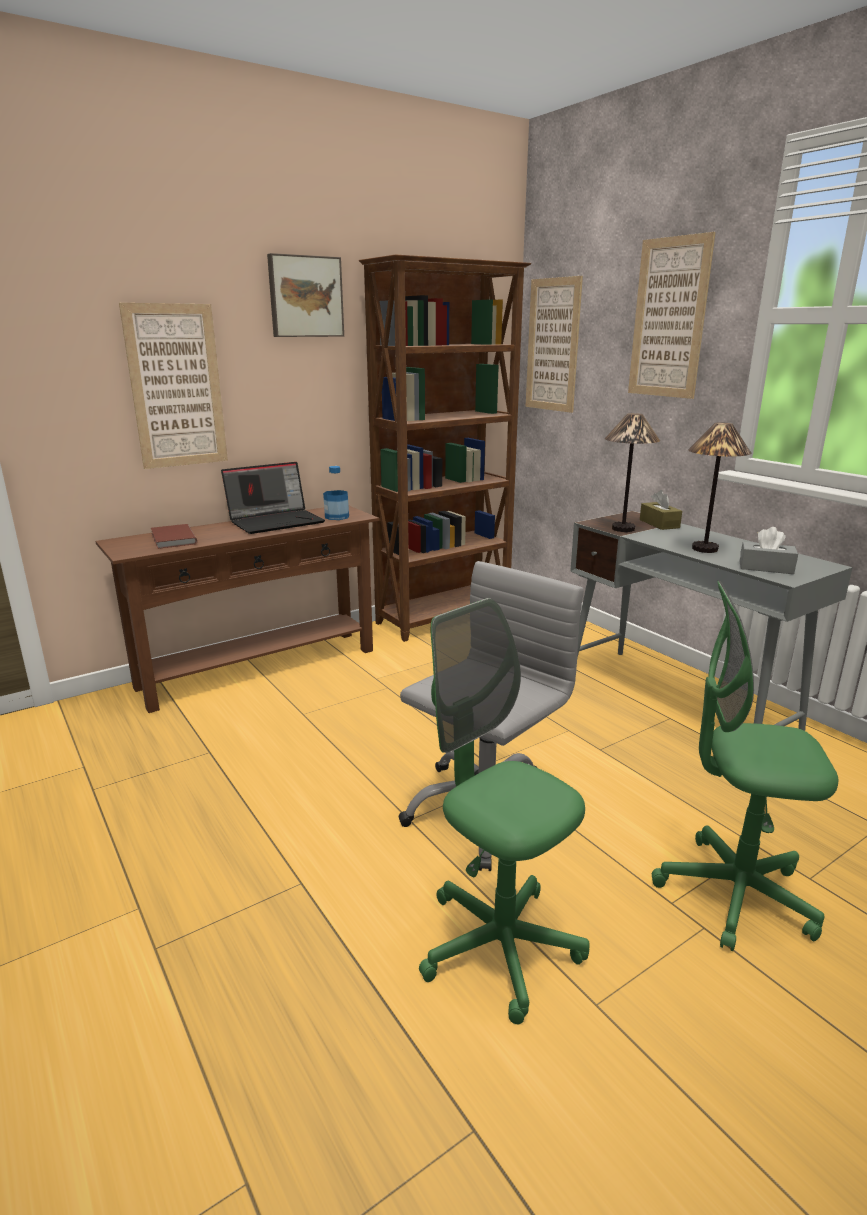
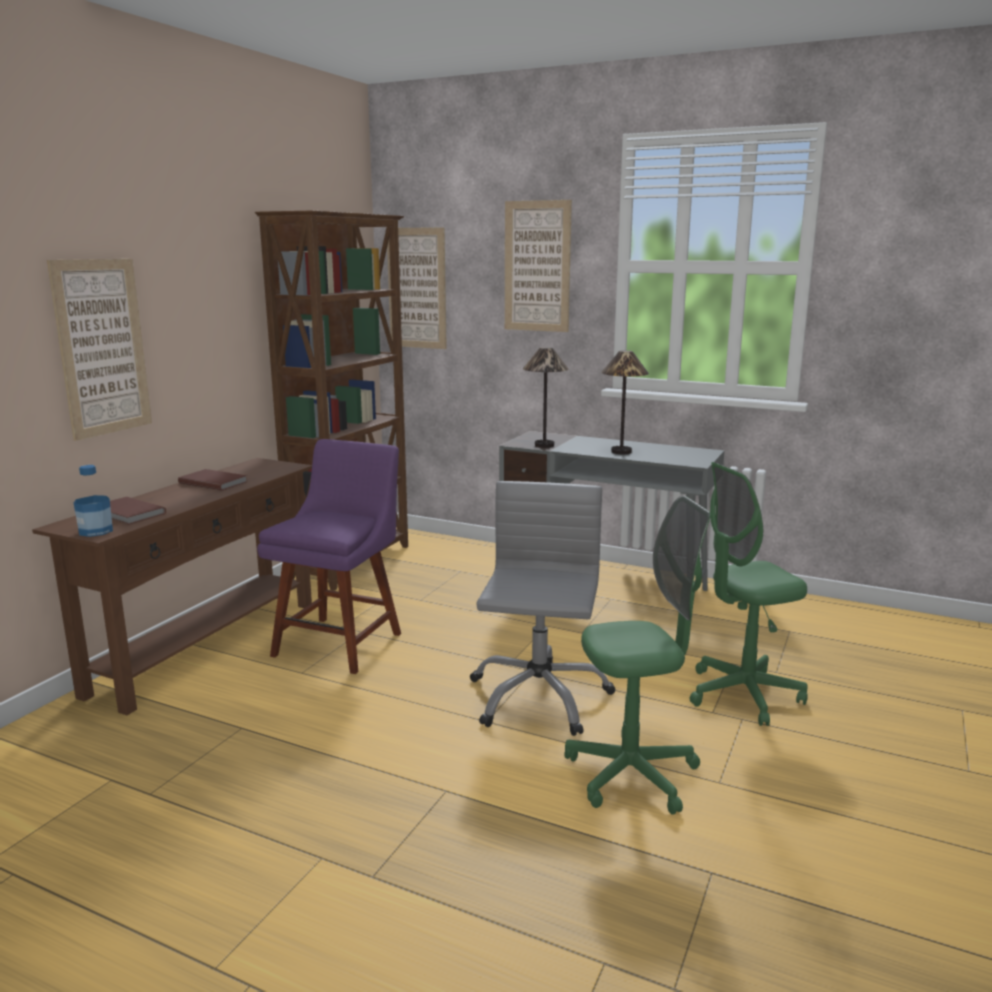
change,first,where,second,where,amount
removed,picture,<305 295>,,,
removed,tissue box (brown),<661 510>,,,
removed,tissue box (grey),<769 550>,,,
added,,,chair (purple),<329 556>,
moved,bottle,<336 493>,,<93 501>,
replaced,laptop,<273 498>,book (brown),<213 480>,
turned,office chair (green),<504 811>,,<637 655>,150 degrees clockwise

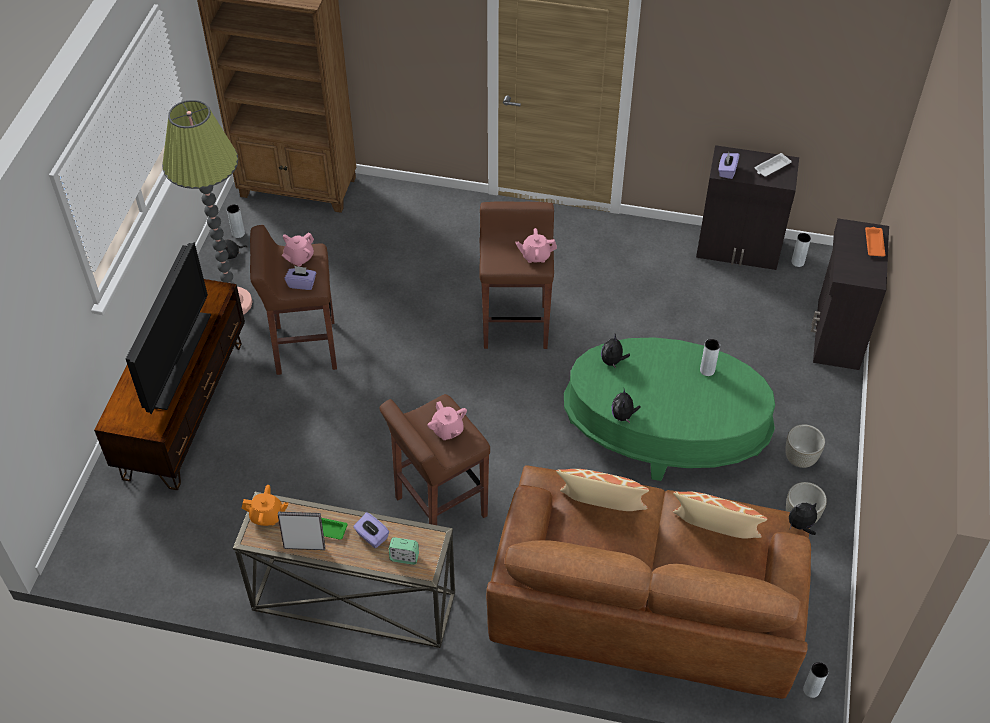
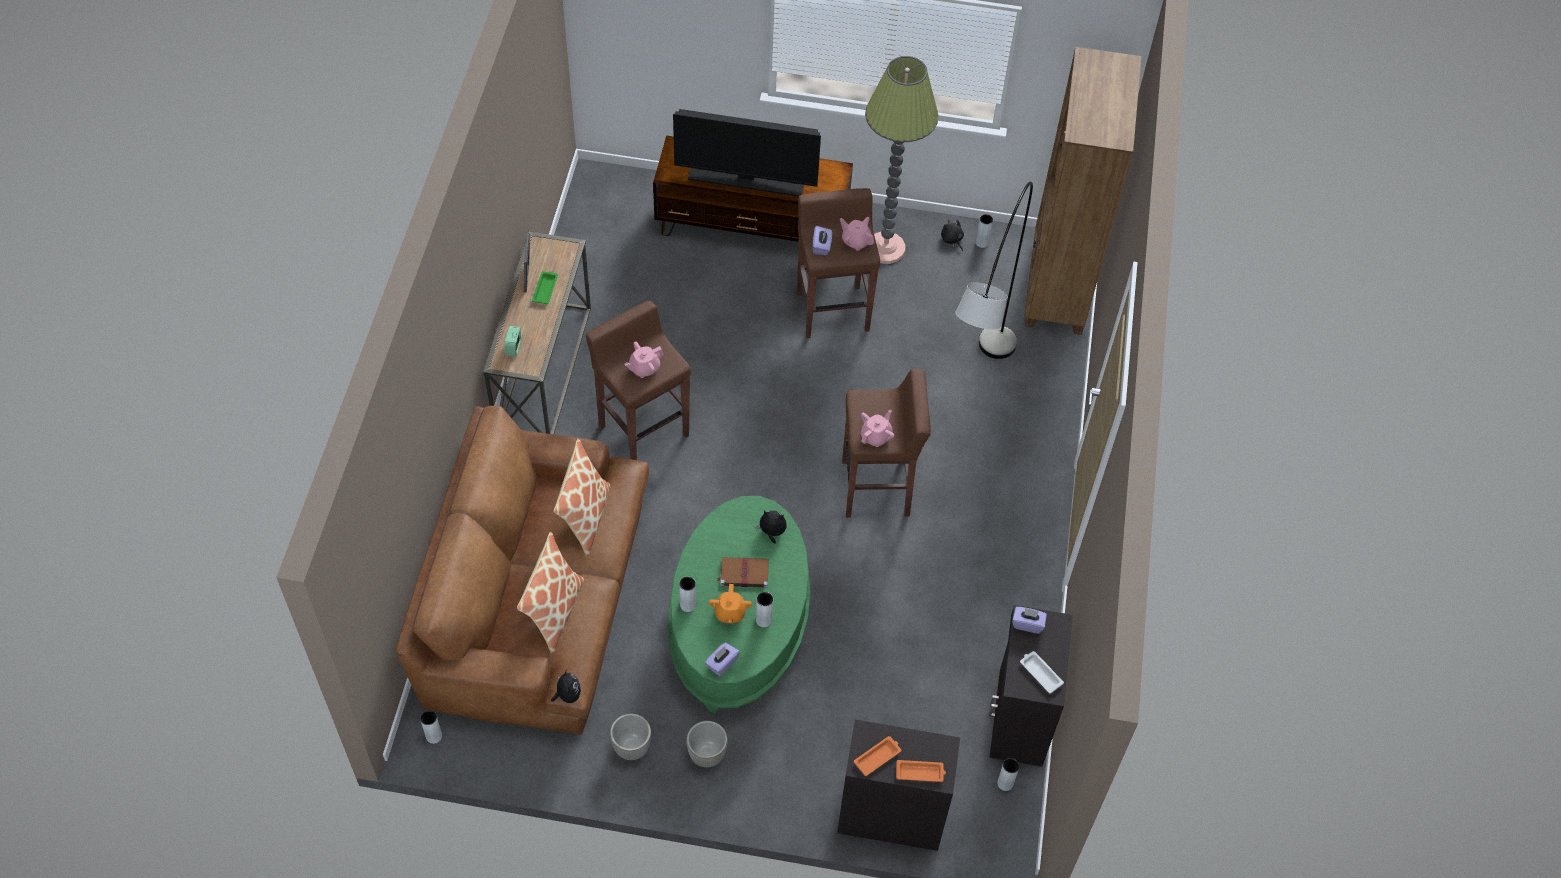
change,first,where,second,where,amount
removed,plush toy,<626 406>,,,
added,,,vase (grey),<687 594>,
added,,,book (brown),<743 572>,
added,,,tray (orange),<877 756>,
added,,,floor lamp (grey),<994 270>,
moved,teapot (orange),<264 505>,,<730 603>,
moved,tissue box (purple),<371 530>,,<722 659>,
turned,teapot (pink),<536 245>,,<877 428>,45 degrees clockwise

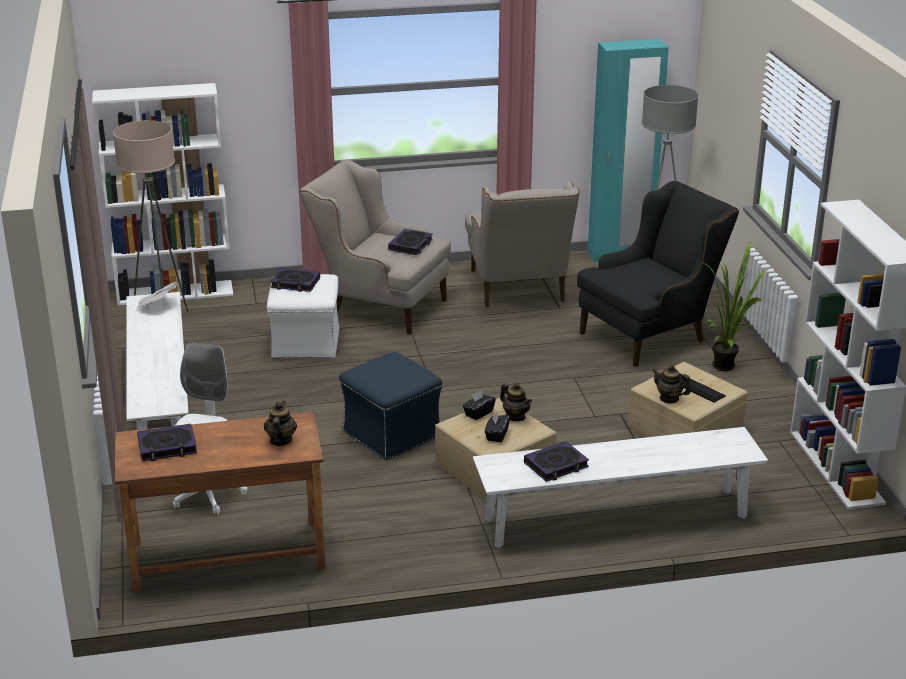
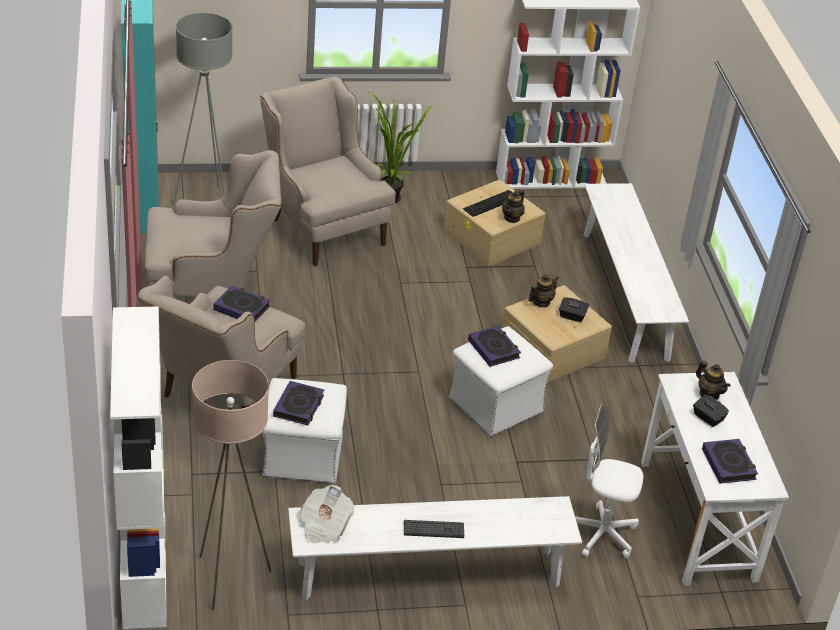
change,first,where,second,where,amount
added,,,keyboard,<434 529>,
moved,tissue box (black),<479 405>,,<711 410>,
moved,book,<556 461>,,<494 346>,
recoloured,desk (brown),<220 502>,desk (white),<715 479>,
recoloured,ottoman (blue),<390 406>,ottoman (white),<501 381>,
recoloured,armchair (black),<658 274>,armchair (beige),<328 172>,
turned,teapot,<280 423>,,<713 380>,135 degrees counterclockwise

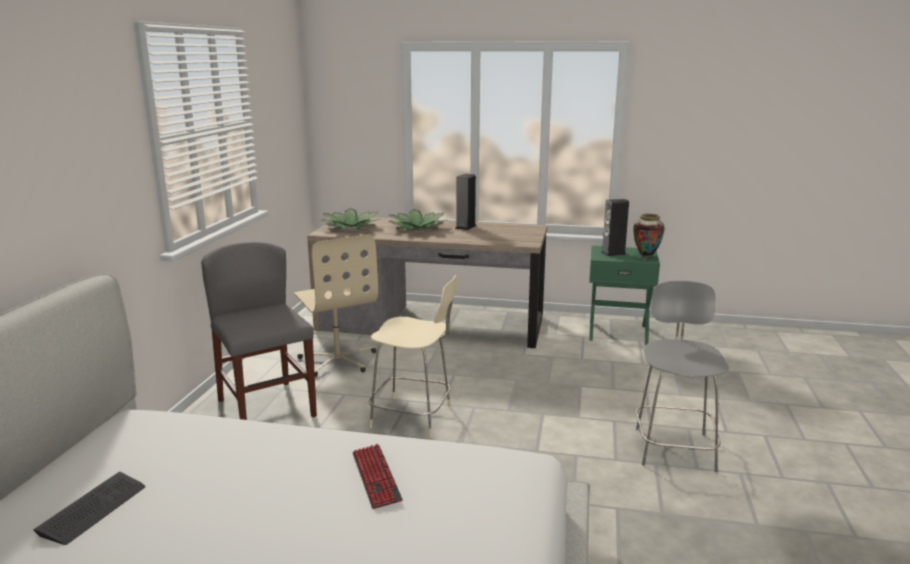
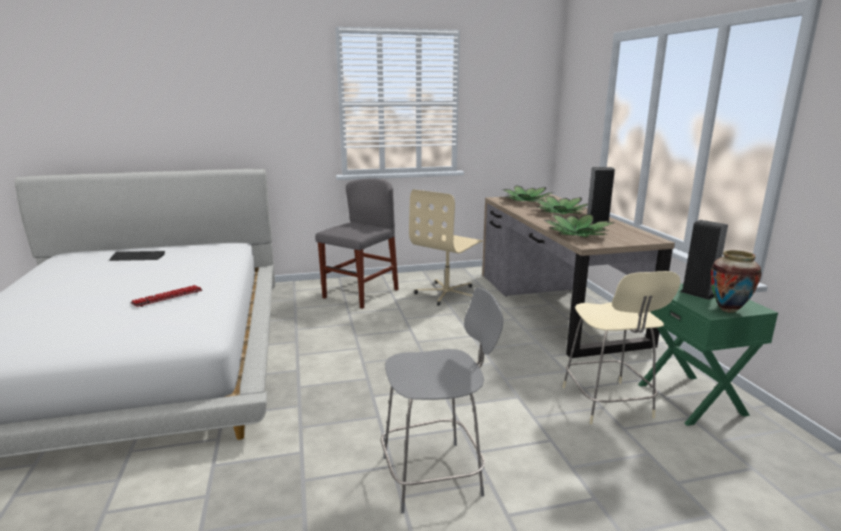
change,first,where,second,where,amount
added,,,potted plant,<579 226>,
moved,chair (beige),<413 356>,,<621 347>,

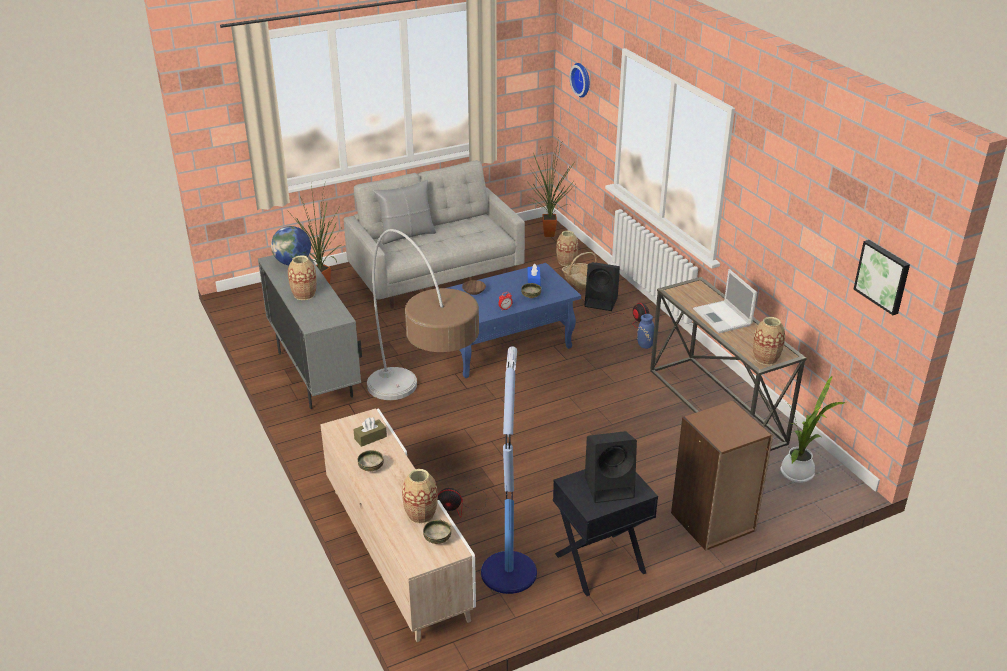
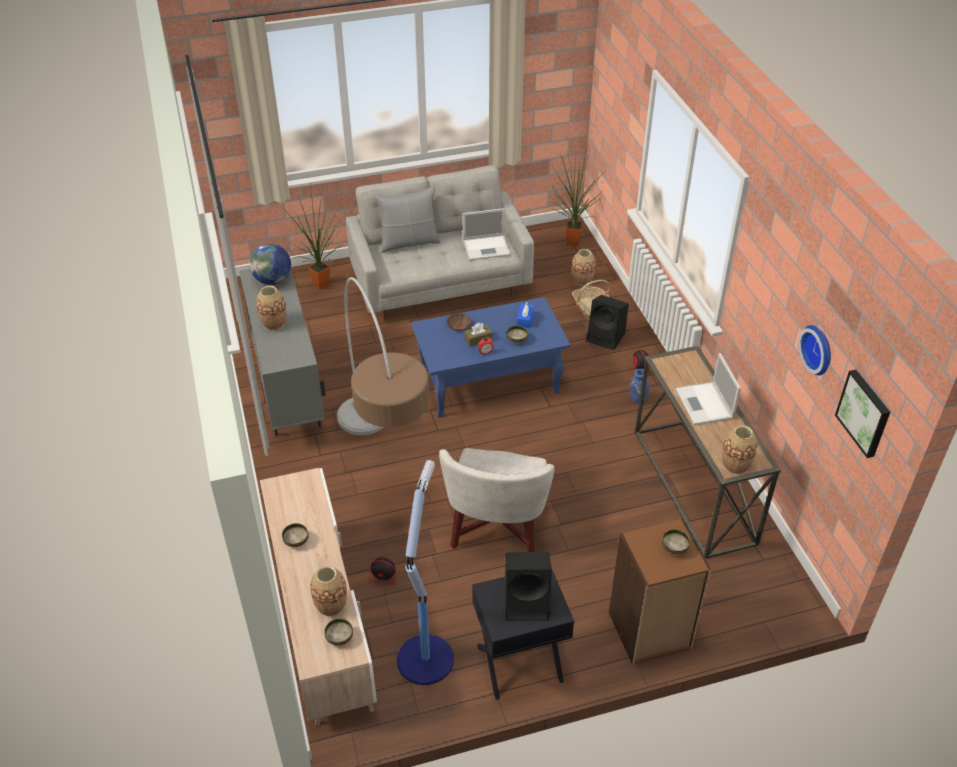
change,first,where,second,where,amount
removed,potted plant,<813 429>,,,
added,,,armchair (white),<497 500>,
added,,,laptop,<487 234>,
added,,,bowl,<676 542>,
moved,tissue box (brown),<370 432>,,<478 335>,
moved,wall clock,<579 80>,,<814 350>,

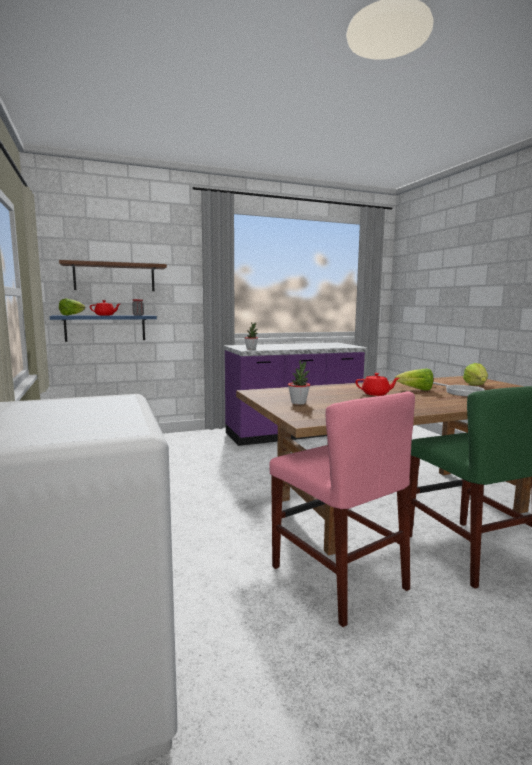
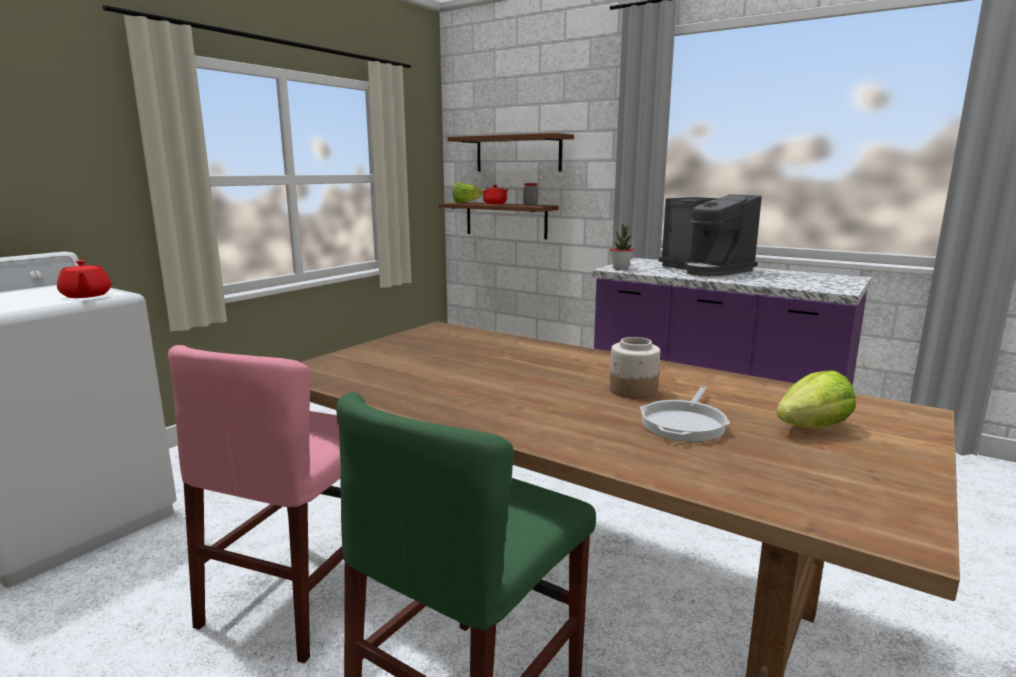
change,first,where,second,where,amount
removed,potted plant,<299 382>,,,
added,,,coffee machine,<710 235>,
moved,teapot (red),<377 384>,,<84 279>,
replaced,lettuce,<414 379>,jar,<635 368>,
recoloured,shelf (blue),<103 328>,shelf (brown),<498 220>,

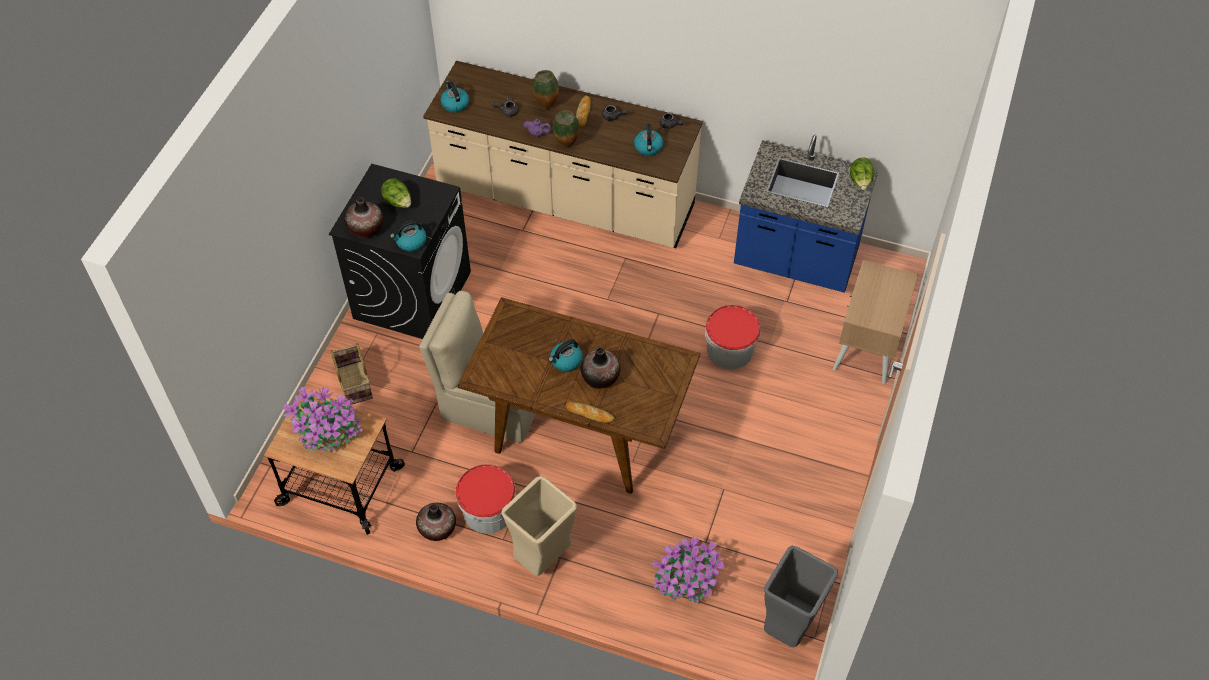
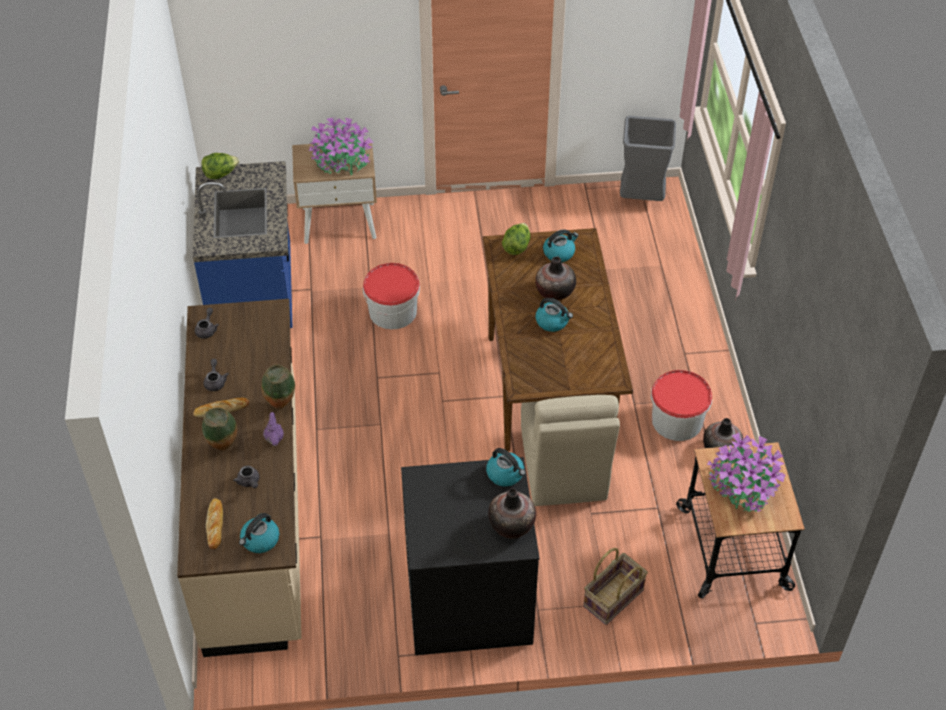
change,first,where,second,where,amount
removed,trash can (beige),<539 526>,,,
moved,lettuce,<396 193>,,<516 239>,
moved,bread,<590 412>,,<214 523>,
moved,kettle,<648 140>,,<561 246>,
moved,potted plant,<688 569>,,<341 145>,

